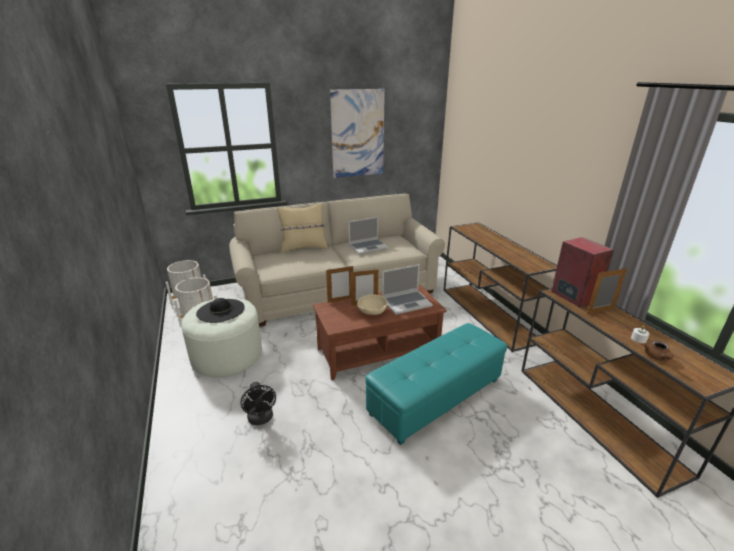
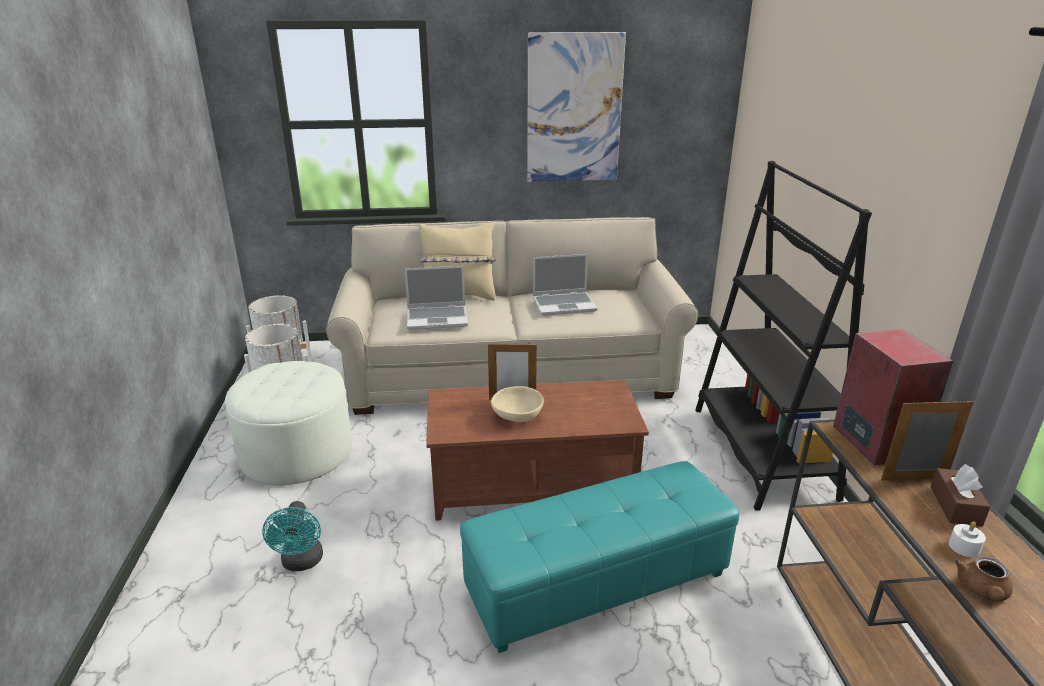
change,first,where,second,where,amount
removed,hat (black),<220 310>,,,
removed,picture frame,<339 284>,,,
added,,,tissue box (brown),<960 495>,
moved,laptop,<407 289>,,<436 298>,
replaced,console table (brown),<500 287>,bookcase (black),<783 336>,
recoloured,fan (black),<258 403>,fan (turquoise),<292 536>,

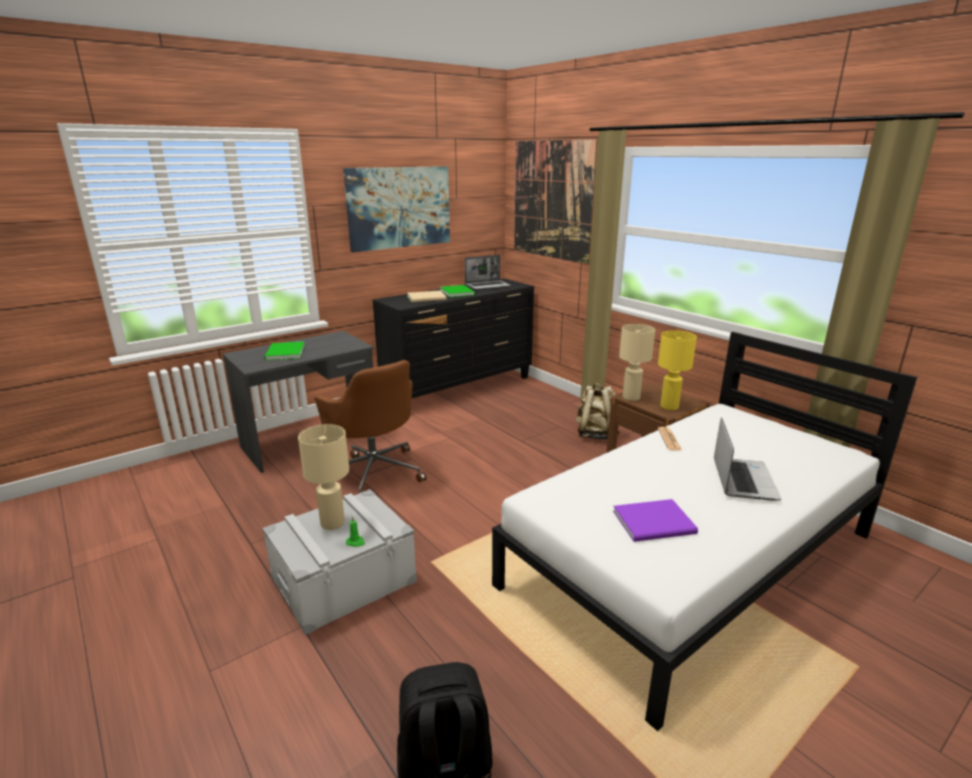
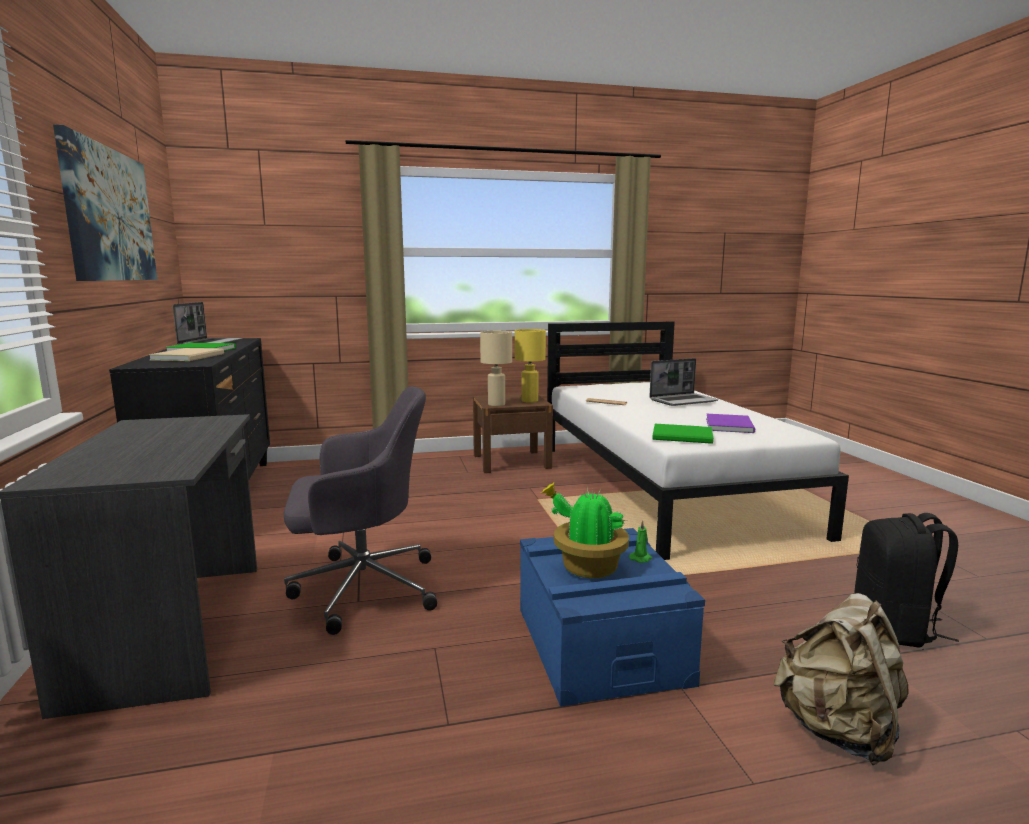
change,first,where,second,where,amount
removed,picture,<556 201>,,,
moved,book (green),<284 351>,,<682 434>,
moved,backpack (beige),<598 411>,,<841 679>,
replaced,table lamp (beige),<323 477>,potted plant,<585 530>,
recoloured,storage box (grey),<339 562>,storage box (blue),<612 617>,
recoloured,office chair (brown),<371 426>,office chair (grey),<360 511>,
turned,laptop,<747 459>,,<683 382>,120 degrees clockwise

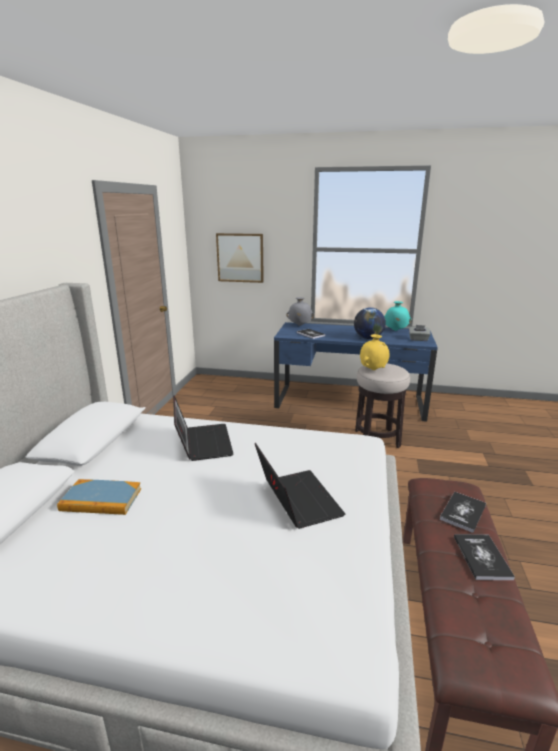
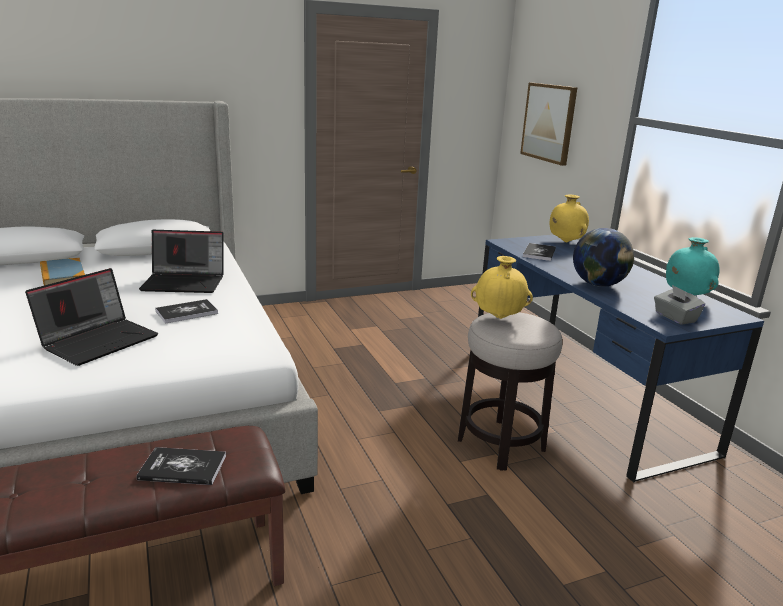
change,first,where,second,where,amount
moved,book,<484 557>,,<187 311>,
recoloured,vase (grey),<300 311>,vase (yellow),<569 218>,
turned,laptop,<203 428>,,<181 261>,45 degrees clockwise

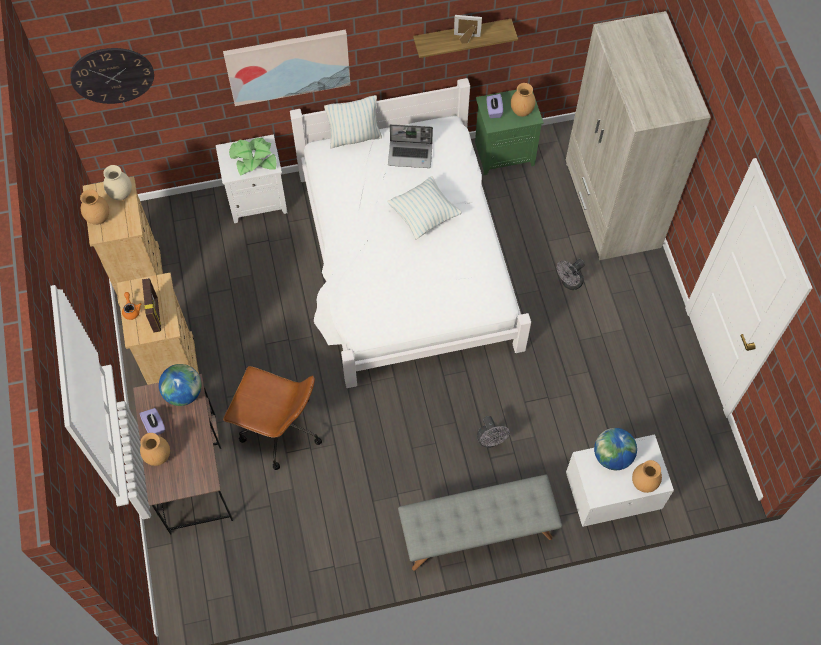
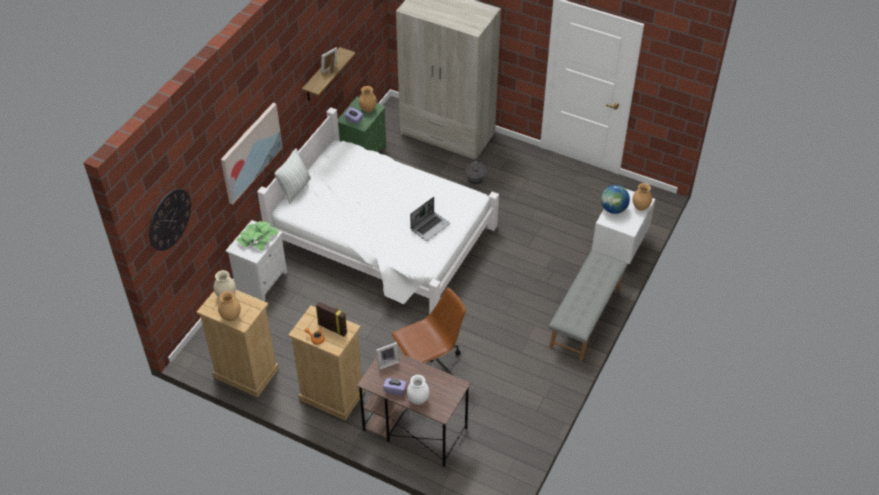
change,first,where,second,where,amount
removed,pillow,<424 208>,,,
removed,fan (grey),<493 432>,,,
moved,laptop,<410 146>,,<430 219>,
replaced,globe,<180 385>,picture frame,<388 356>,
recoloured,vase (brown),<155 449>,vase (white),<418 390>,

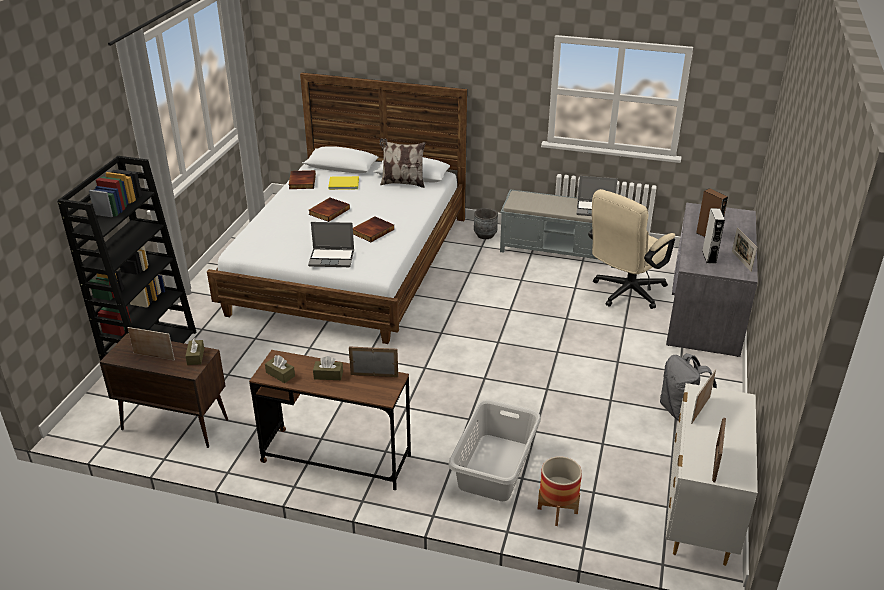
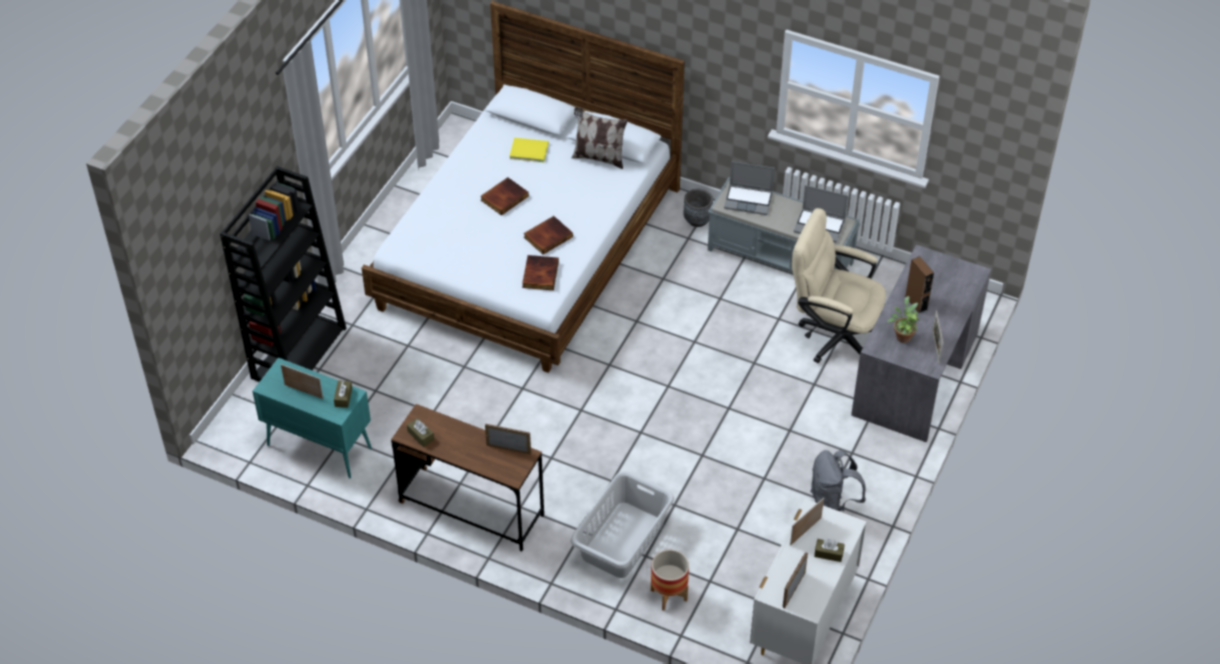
change,first,where,second,where,amount
moved,book,<302 179>,,<540 272>,
moved,laptop,<331 244>,,<749 188>,
moved,tissue box (brown),<328 368>,,<829 550>,
replaced,speaker (grey),<713 236>,potted plant,<903 319>,
recoloured,cabinet (brown),<164 390>,cabinet (turquoise),<312 418>,
turned,office chair (beige),<631 249>,,<839 285>,60 degrees clockwise

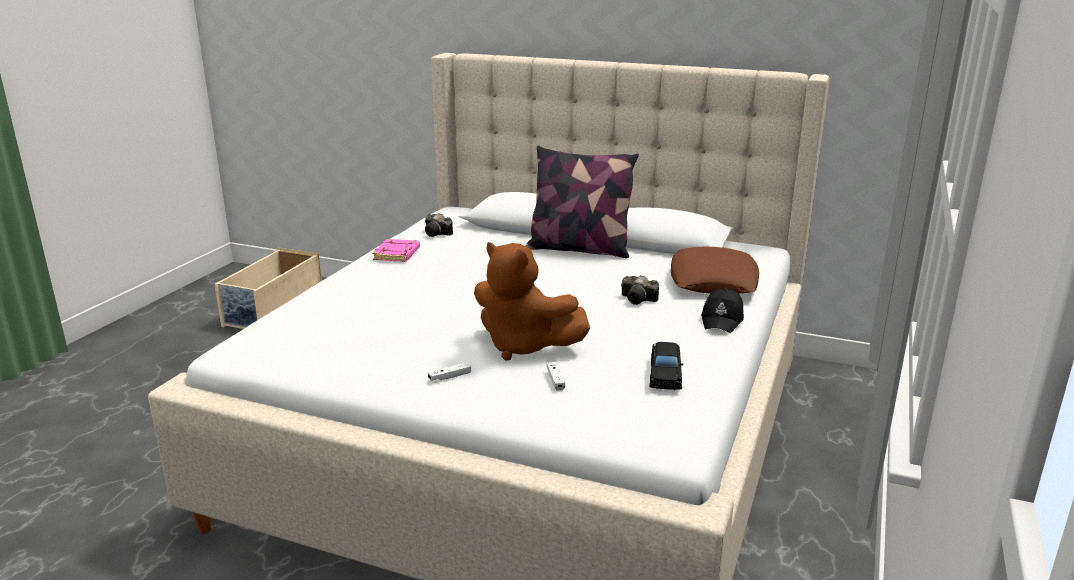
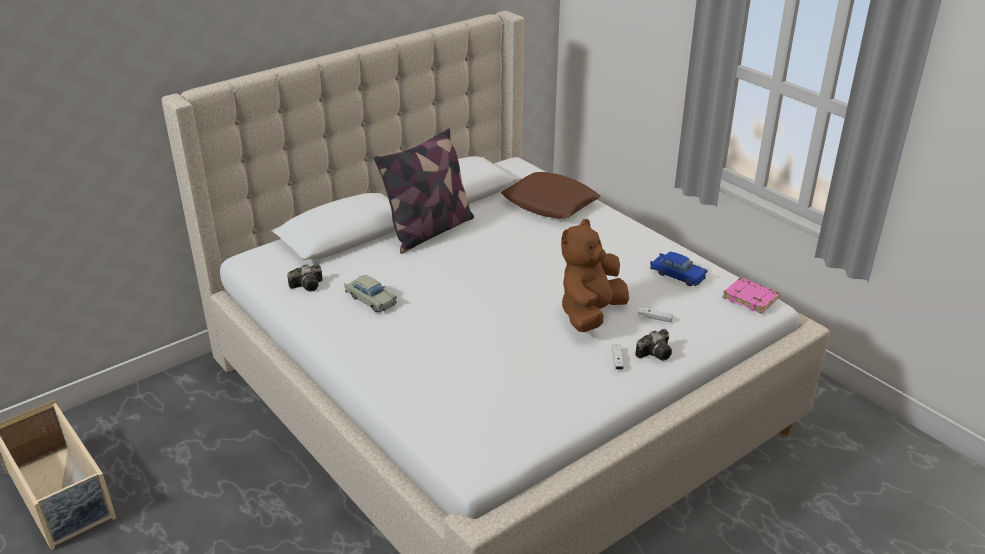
change,first,where,second,where,amount
removed,cap (black),<722 311>,,,
added,,,toy car (beige),<371 293>,
moved,book (pink),<396 250>,,<751 295>,
moved,photo camera,<640 290>,,<653 345>,
recoloured,toy car (black),<666 366>,toy car (blue),<678 269>,
turned,plush toy (brown),<532 301>,,<595 275>,150 degrees clockwise

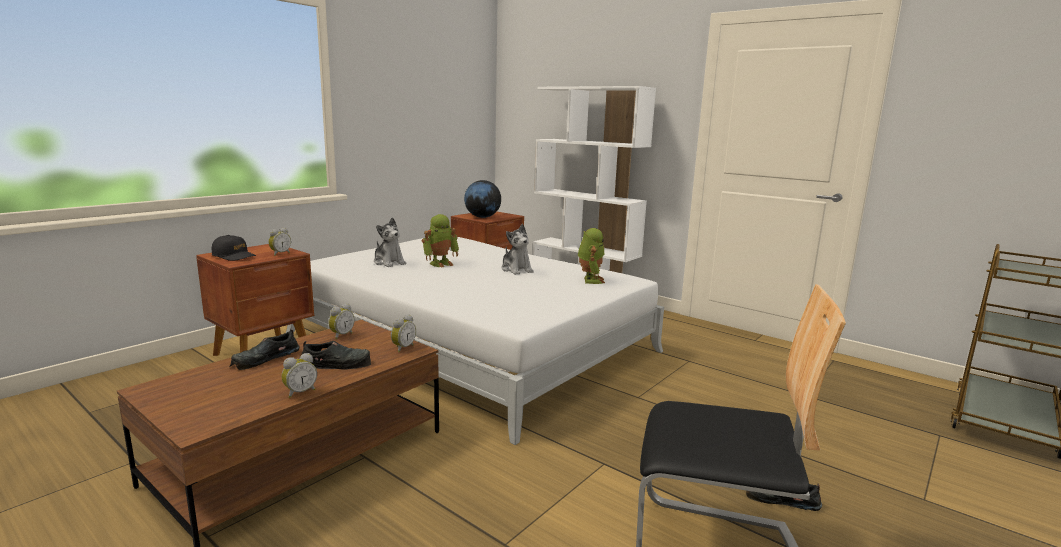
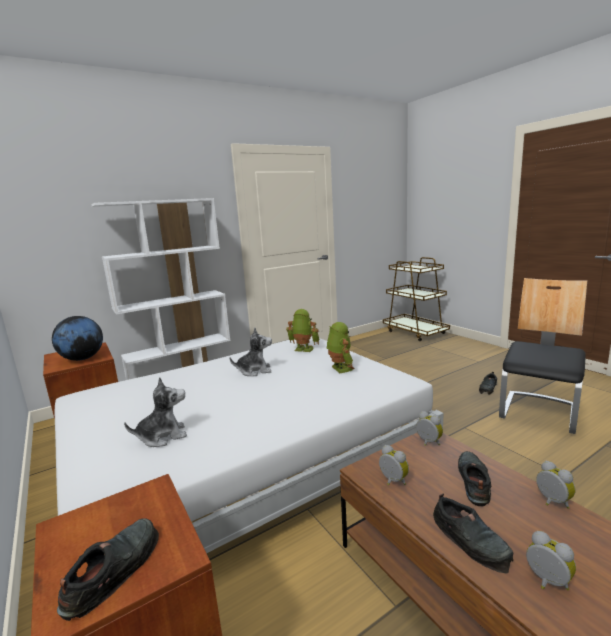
change,first,where,second,where,amount
moved,alarm clock,<279 242>,,<551 560>,
moved,toy robot,<440 240>,,<340 347>,
replaced,cap (black),<234 248>,shoe (black),<108 569>,

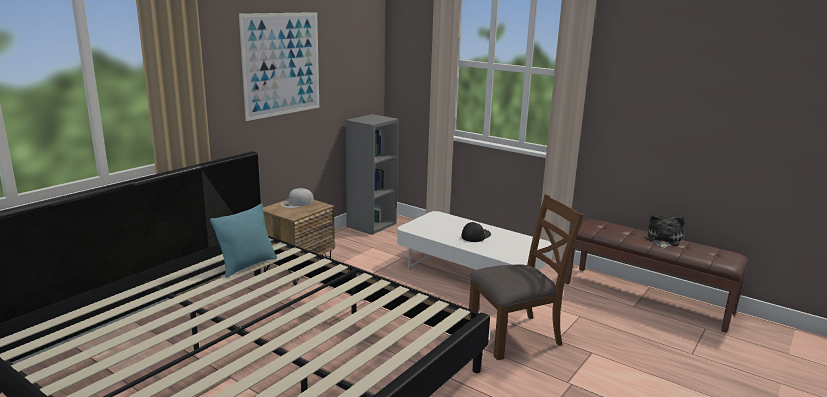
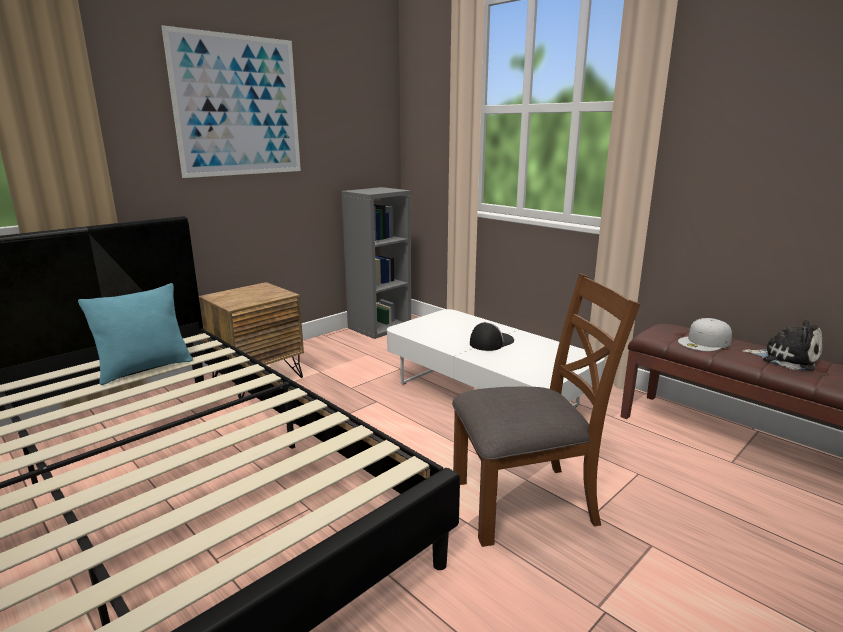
change,first,where,second,where,amount
moved,cap (white),<297 198>,,<705 334>,
turned,plush toy,<666 232>,,<782 345>,90 degrees clockwise

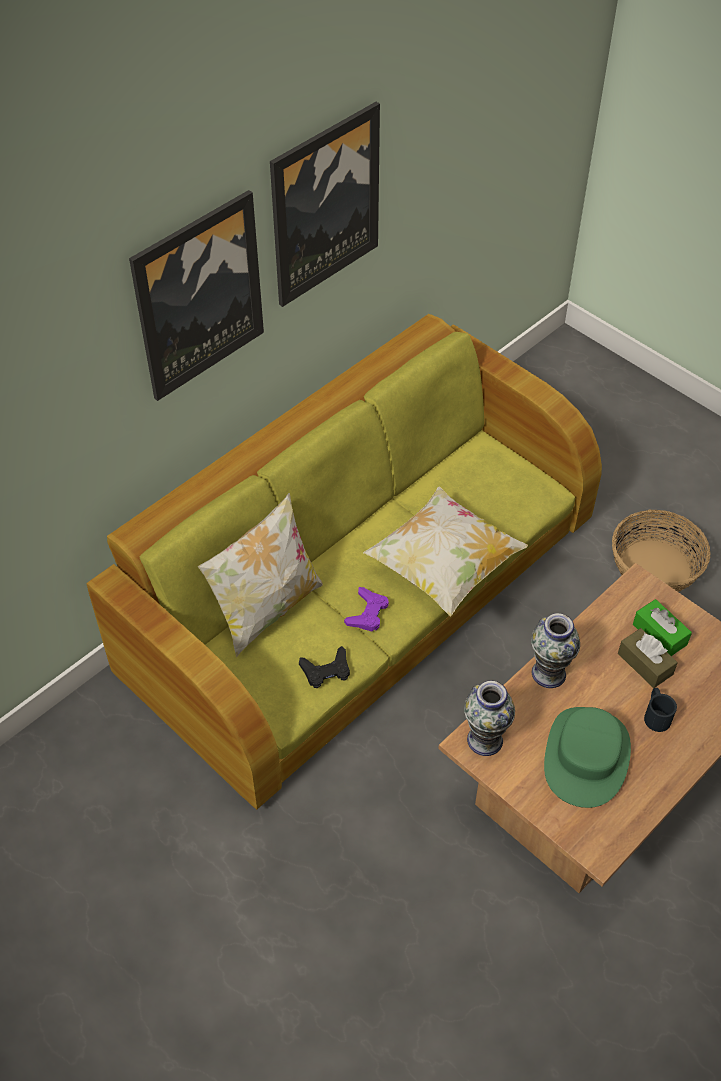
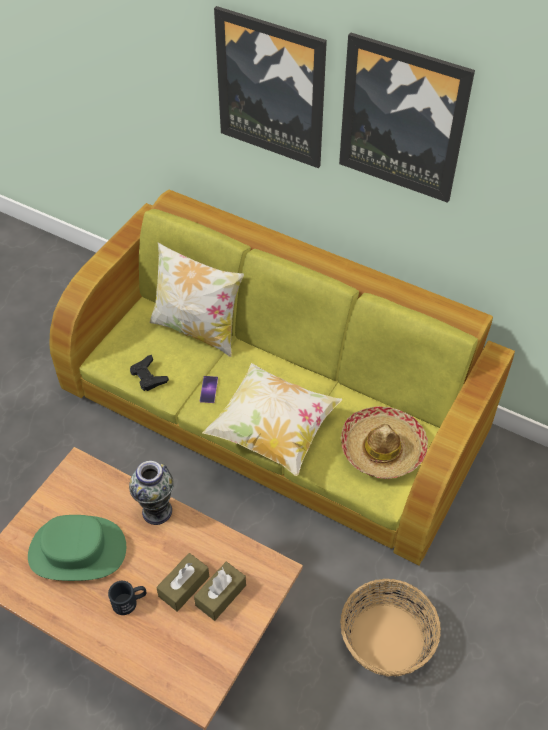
change,first,where,second,where,amount
removed,vase,<489 718>,,,
added,,,hat,<384 442>,
replaced,game controller (purple),<366 609>,phone,<209 389>,
recoloured,tissue box (green),<662 627>,tissue box (brown),<220 591>,

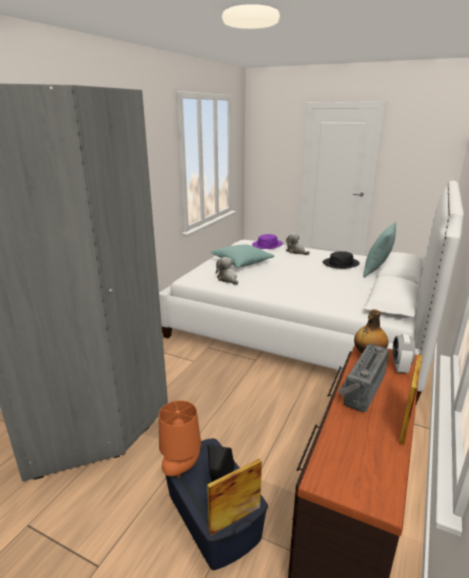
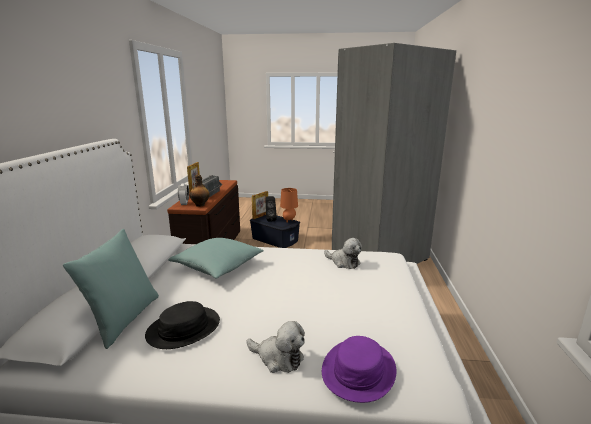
change,first,where,second,where,amount
moved,pillow (turquoise),<243 256>,,<216 258>,

